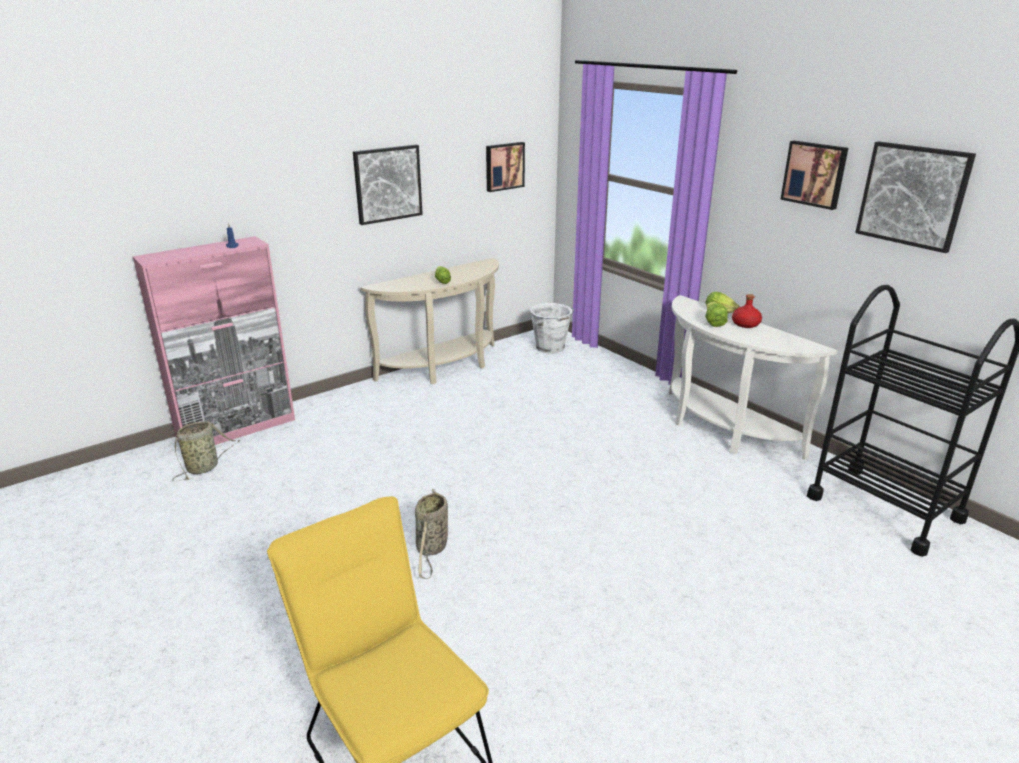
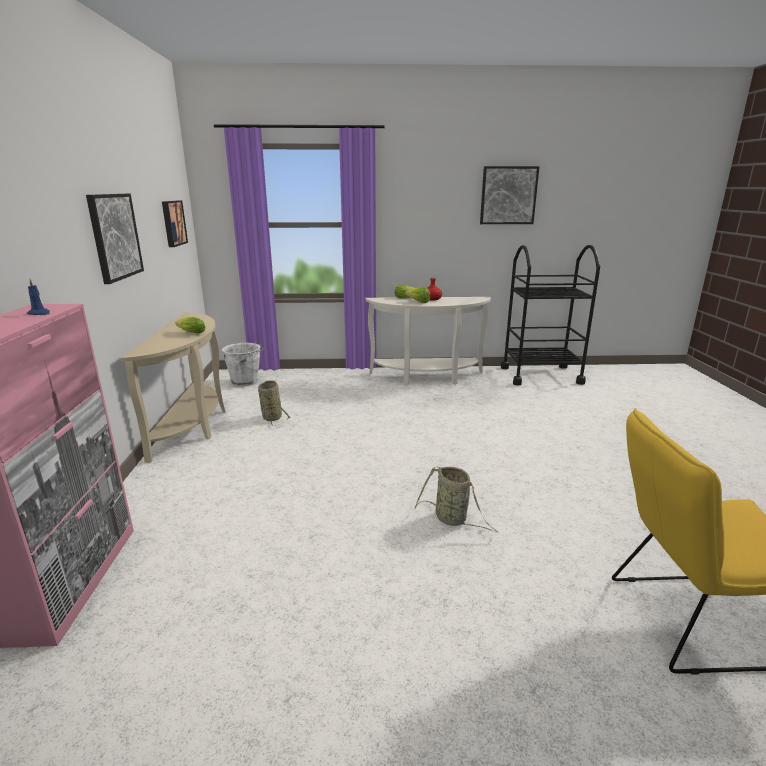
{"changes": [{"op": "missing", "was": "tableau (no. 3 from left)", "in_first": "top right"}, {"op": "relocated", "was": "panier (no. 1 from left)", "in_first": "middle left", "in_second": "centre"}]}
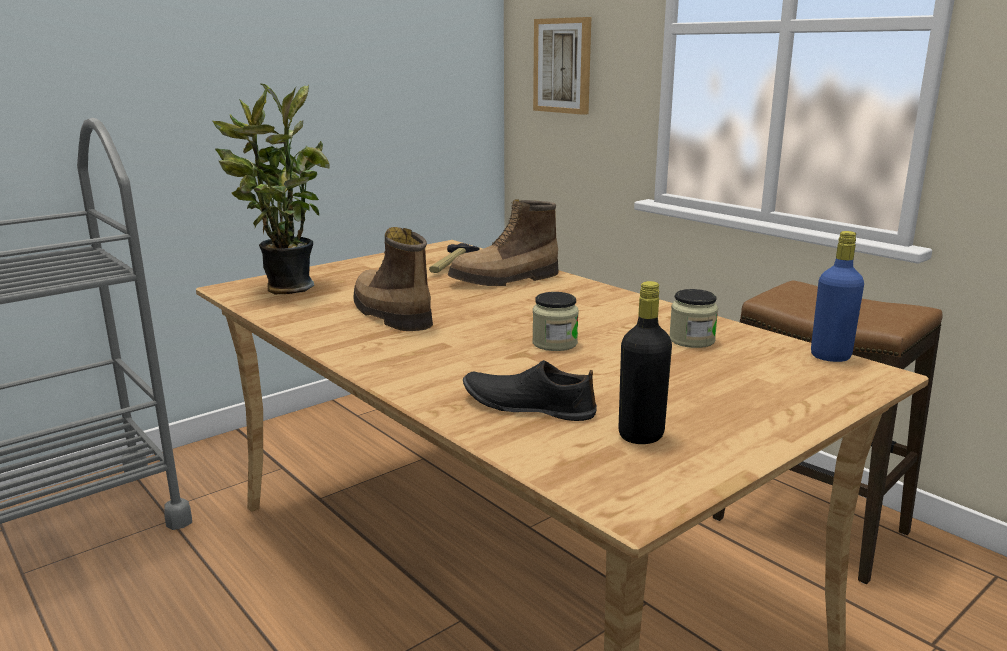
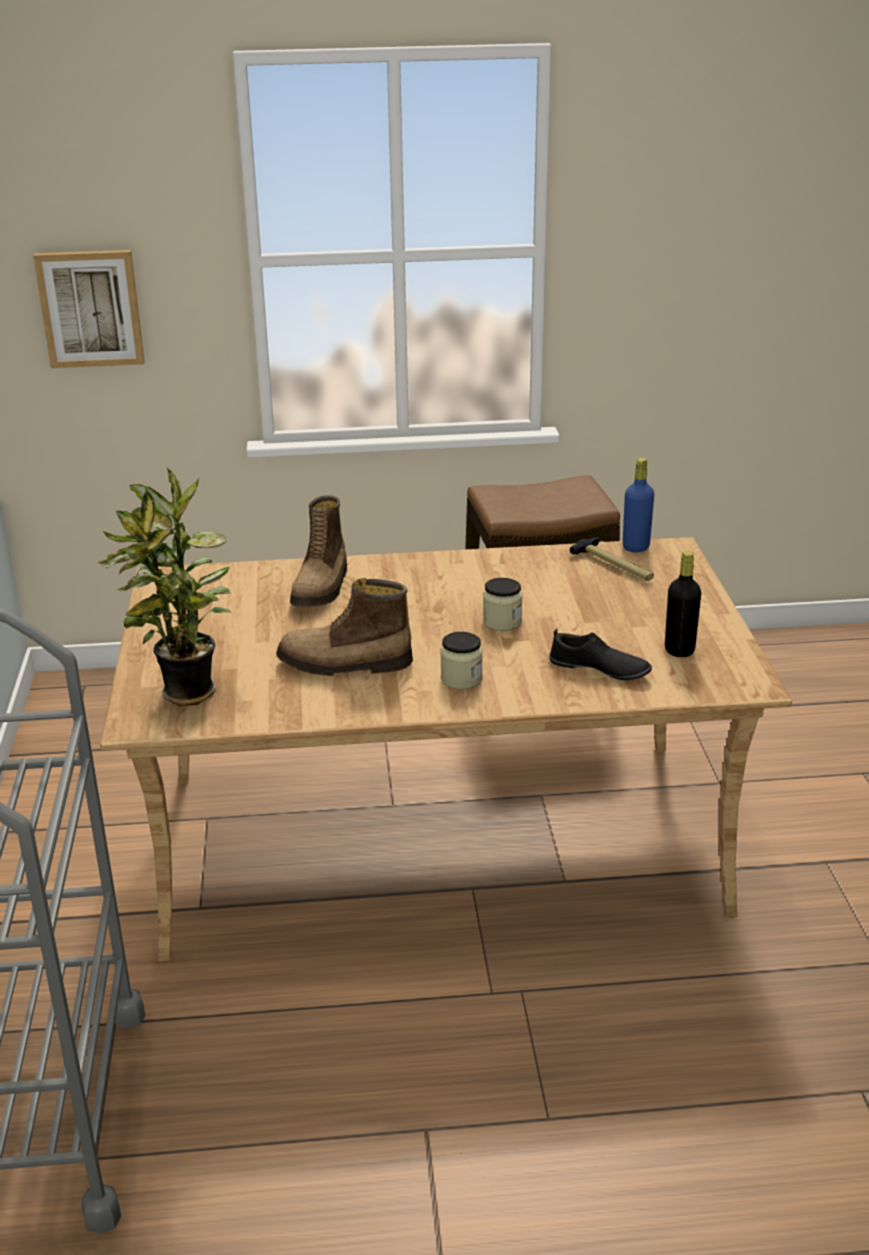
{"changes": [{"op": "relocated", "was": "marteau", "in_first": "centre", "in_second": "middle right"}, {"op": "relocated", "was": "bocal (no. 2 from left in the first image)", "now": "bocal (no. 1 from left)", "in_first": "middle right", "in_second": "centre"}, {"op": "spun", "was": "chaussure [noir]", "in_first": "centre", "in_second": "middle right", "clockwise": -120}]}
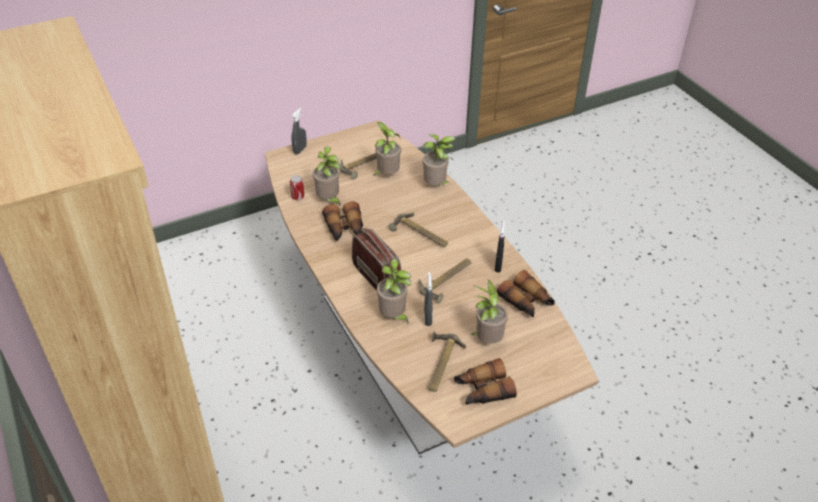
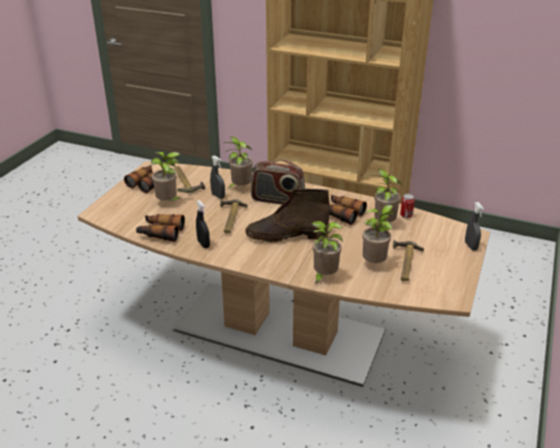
{"changes": [{"op": "exchanged", "was": "marteau (no. 2 from left)", "now": "botte [marron]", "in_first": "centre", "in_second": "centre"}]}
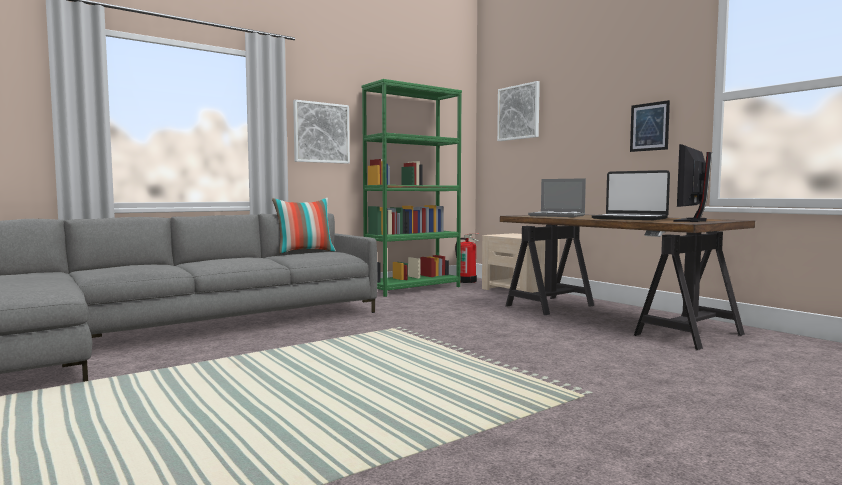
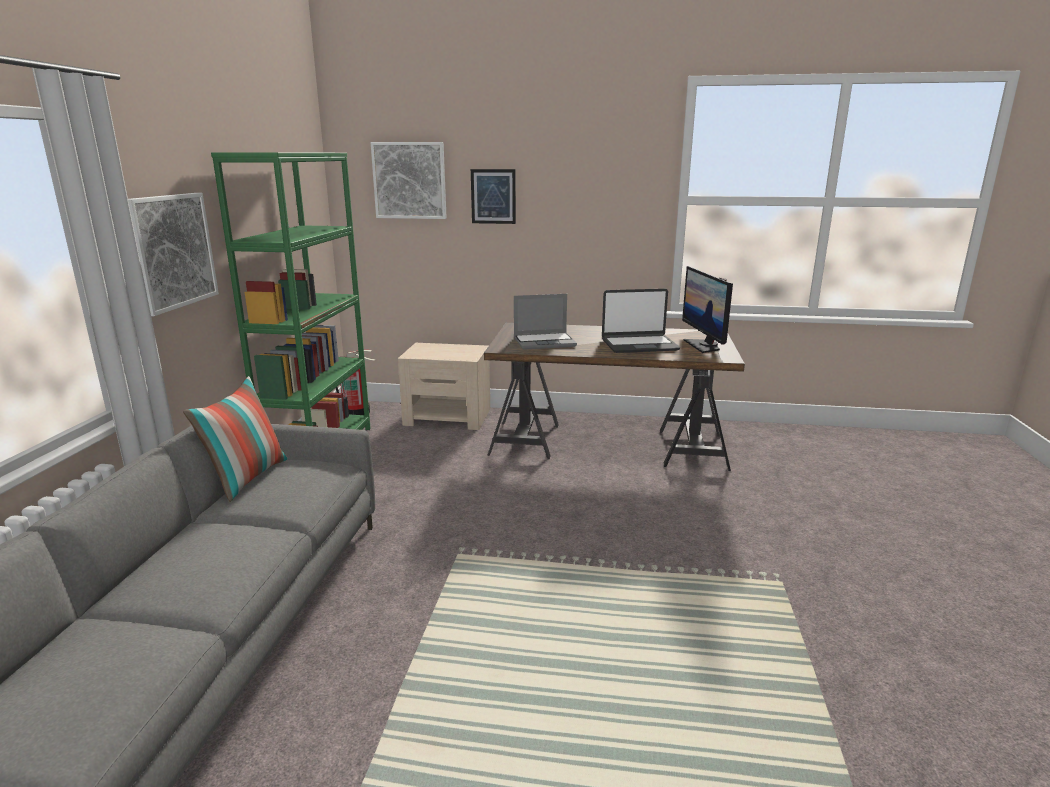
{"changes": [{"op": "relocated", "was": "tableau (no. 3 from left)", "in_first": "top right", "in_second": "top centre"}]}
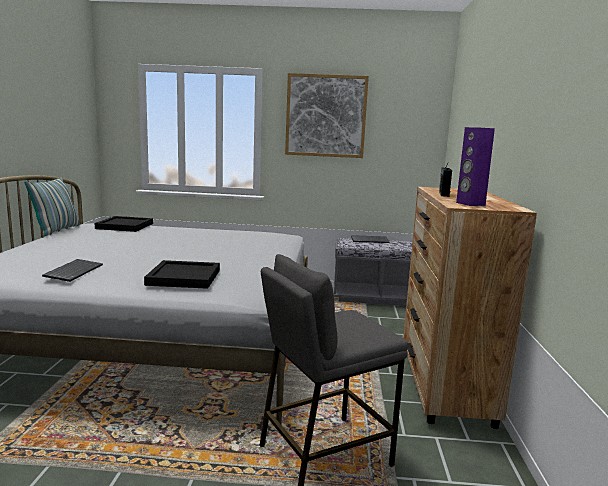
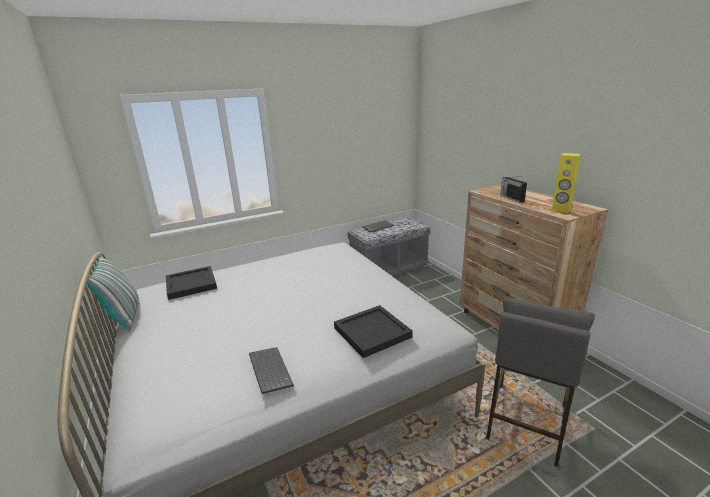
{"changes": [{"op": "missing", "was": "tableau", "in_first": "top centre"}, {"op": "colour", "was": "enceinte [violet]", "now": "enceinte [jaune]", "in_first": "middle right", "in_second": "middle right"}]}
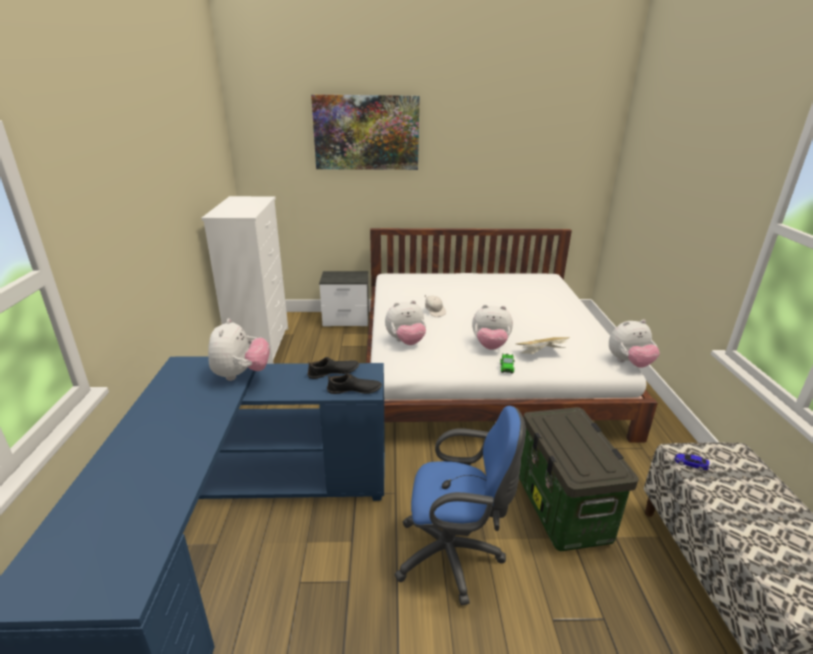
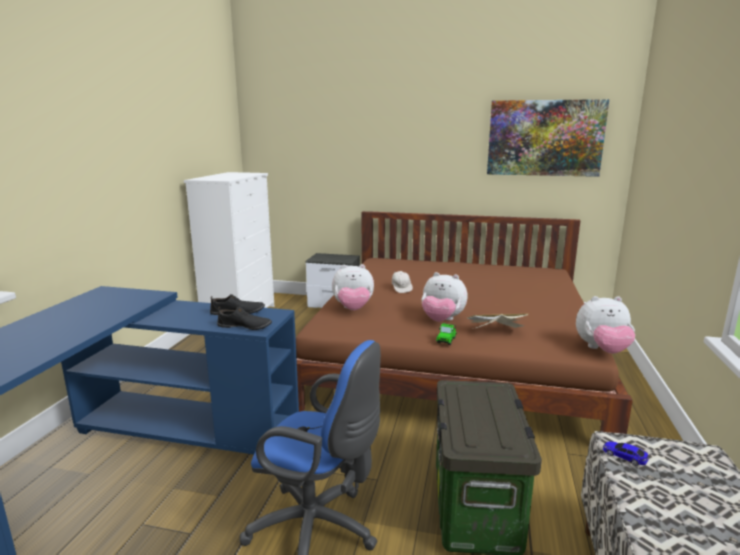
{"changes": [{"op": "missing", "was": "peluche (no. 1 from left)", "in_first": "middle left"}, {"op": "relocated", "was": "tableau", "in_first": "top centre", "in_second": "top right"}, {"op": "colour", "was": "lit [blanc]", "now": "lit [marron]", "in_first": "centre", "in_second": "centre"}]}
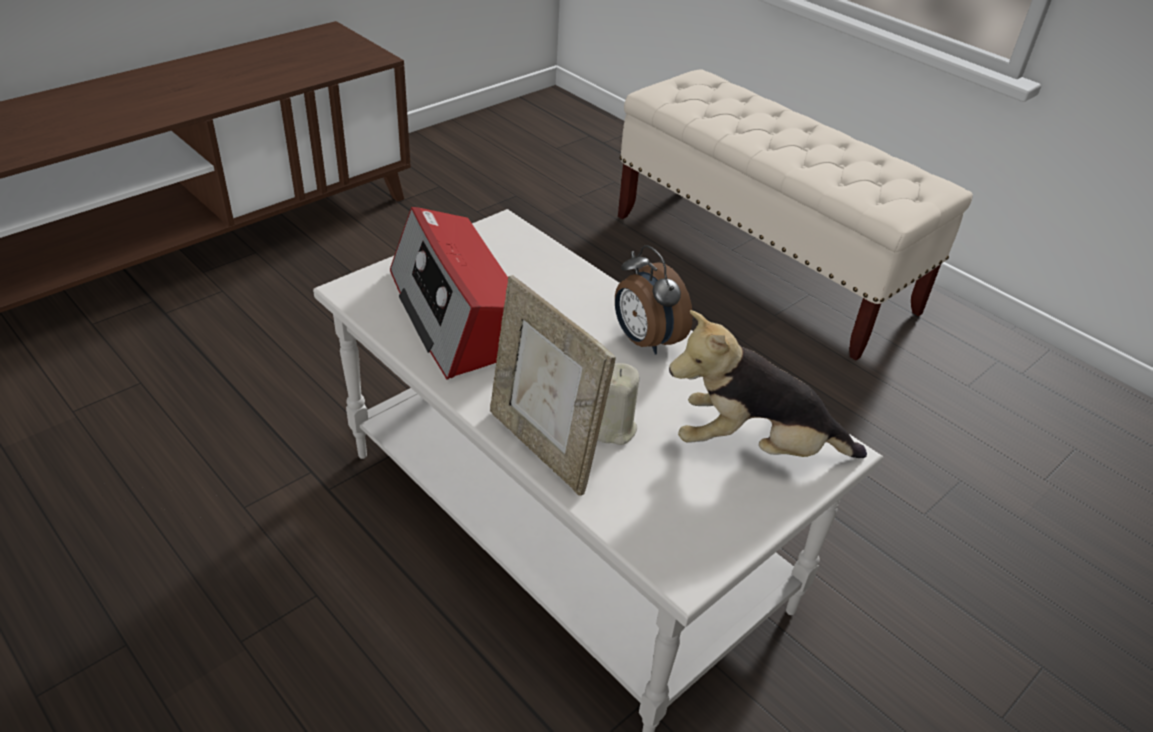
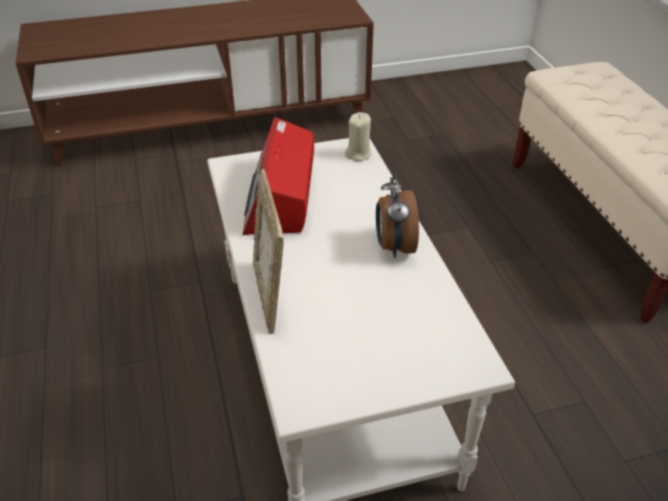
{"changes": [{"op": "missing", "was": "peluche", "in_first": "centre"}, {"op": "relocated", "was": "bougie [beige]", "in_first": "centre", "in_second": "top centre"}]}
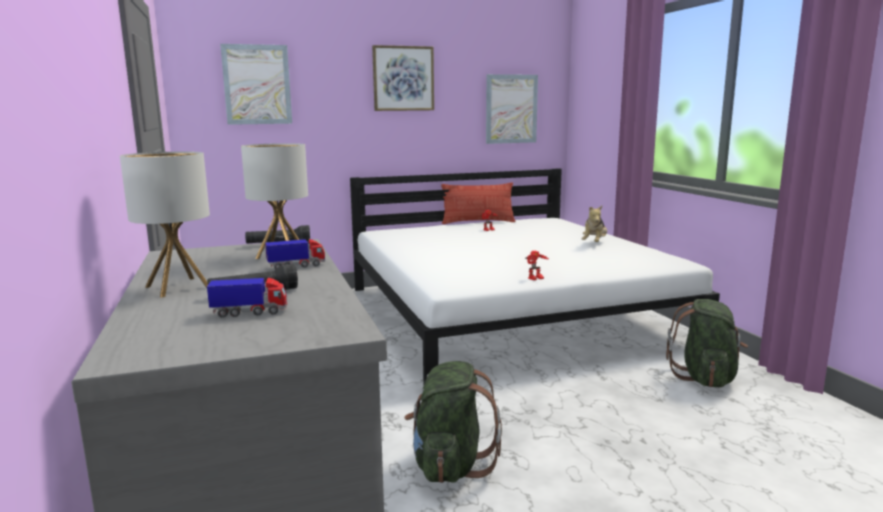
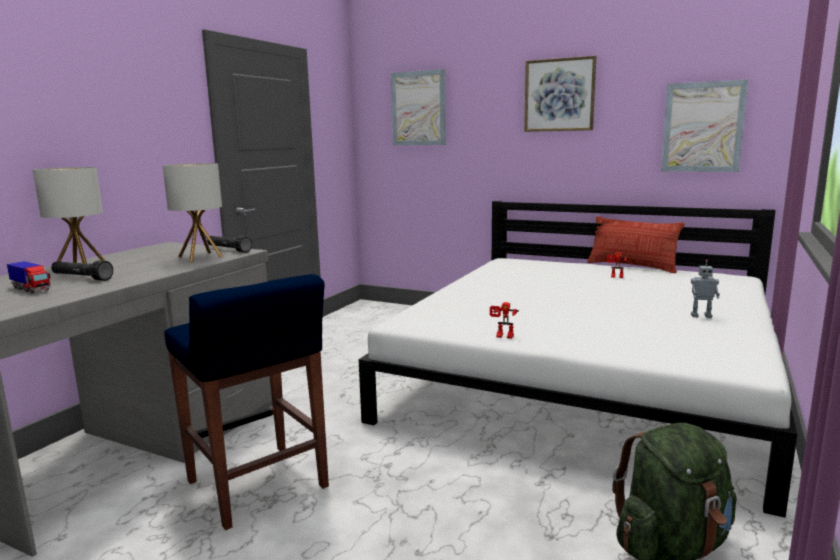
{"changes": [{"op": "missing", "was": "camion jouet (no. 2 from left)", "in_first": "centre"}, {"op": "exchanged", "was": "sac à dos [vert] (no. 1 from left)", "now": "tabouret [bleu]", "in_first": "bottom centre", "in_second": "bottom left"}, {"op": "exchanged", "was": "peluche", "now": "robot jouet (no. 3 from left)", "in_first": "middle right", "in_second": "middle right"}]}
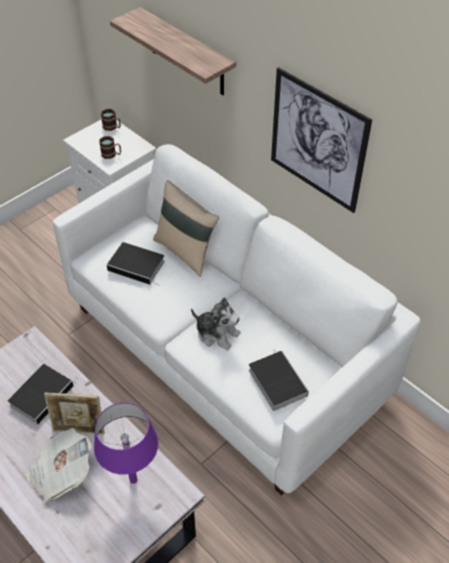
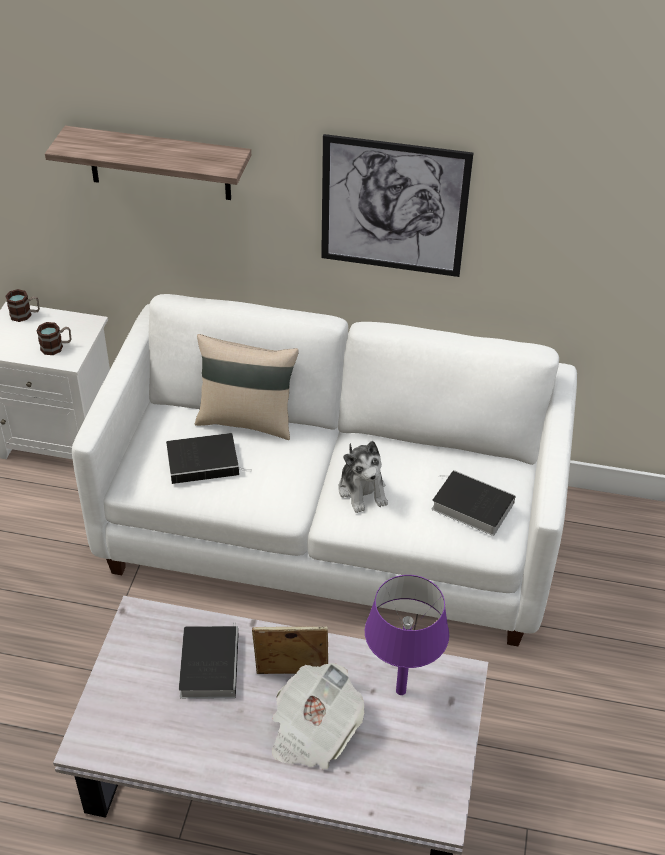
{"changes": [{"op": "spun", "was": "cadre photo", "in_first": "bottom left", "in_second": "bottom centre", "clockwise": -150}, {"op": "spun", "was": "peluche", "in_first": "centre", "in_second": "centre", "clockwise": 75}]}
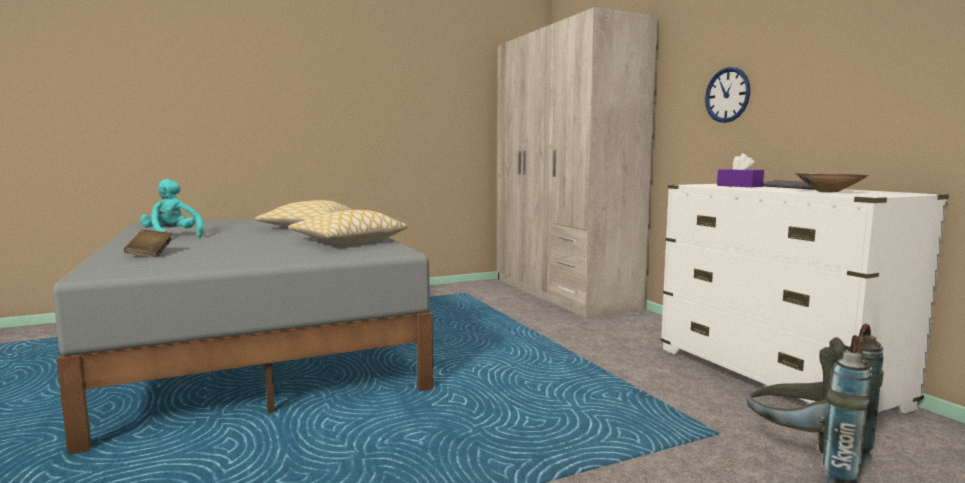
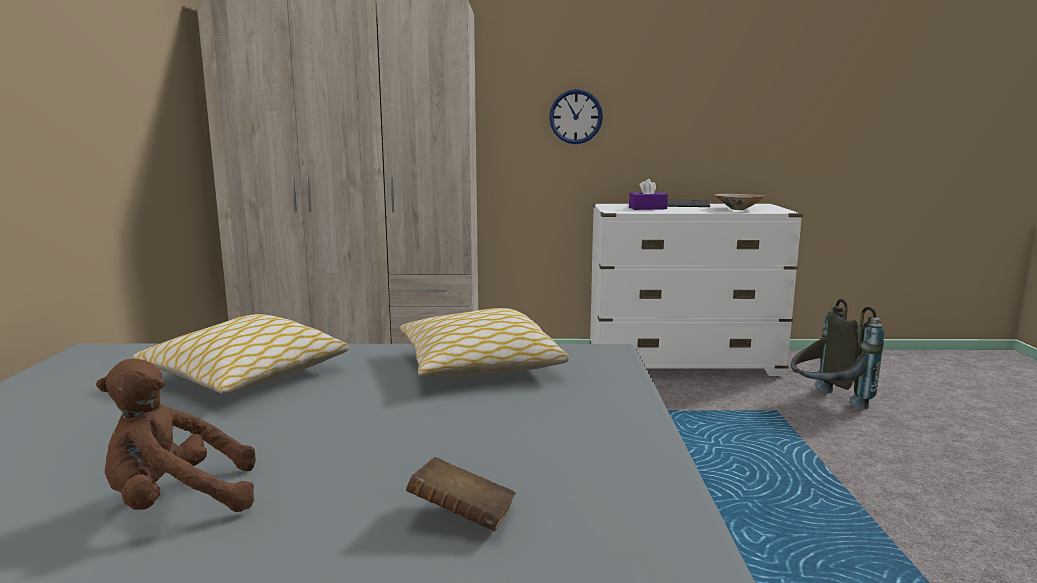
{"changes": [{"op": "colour", "was": "peluche [turquoise]", "now": "peluche [marron]", "in_first": "middle left", "in_second": "bottom left"}]}
